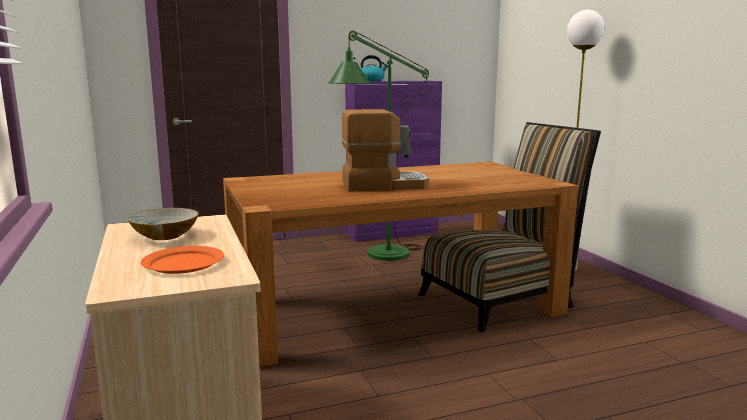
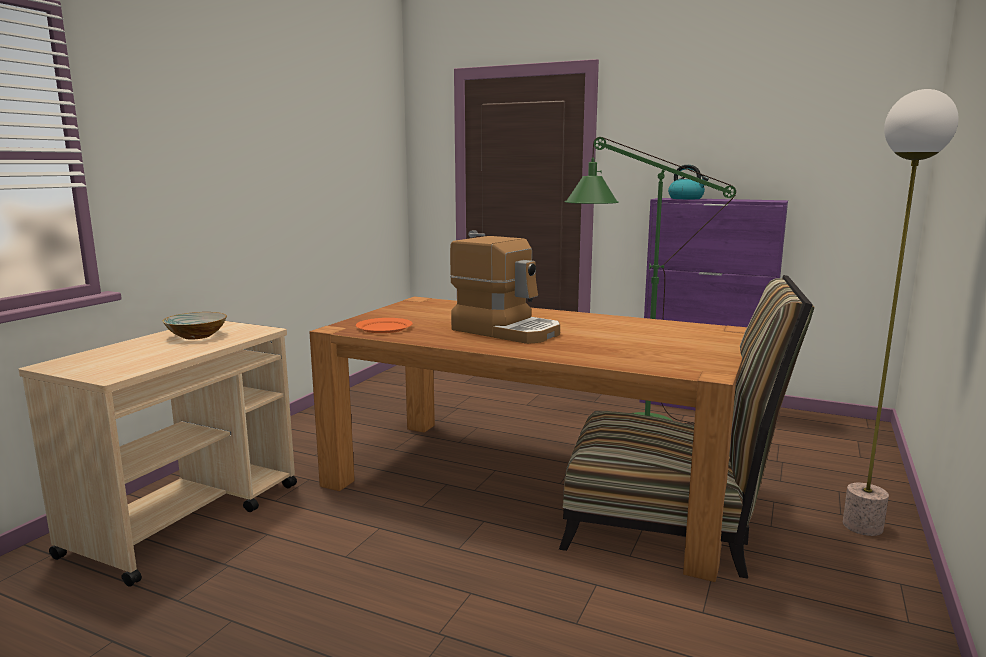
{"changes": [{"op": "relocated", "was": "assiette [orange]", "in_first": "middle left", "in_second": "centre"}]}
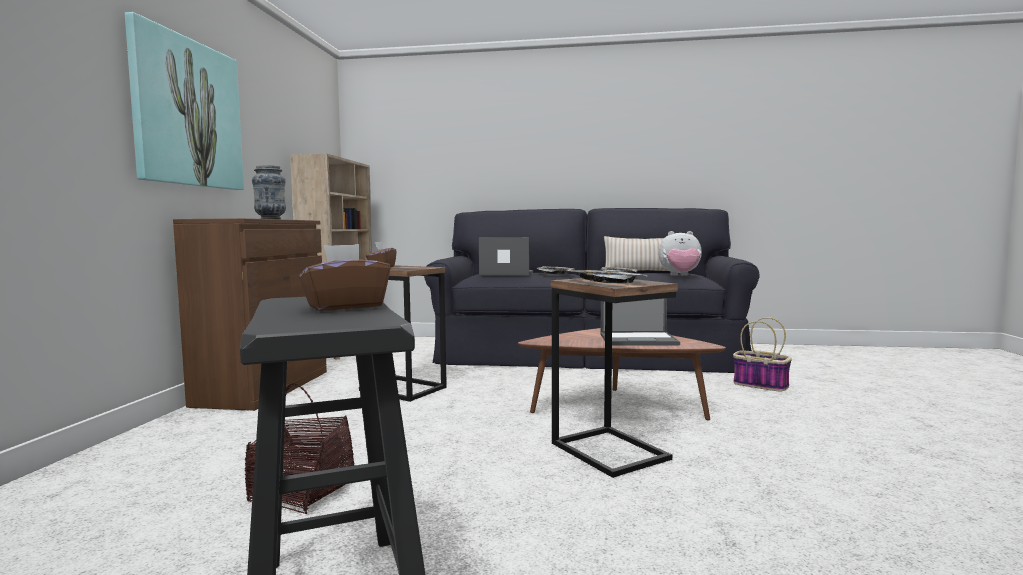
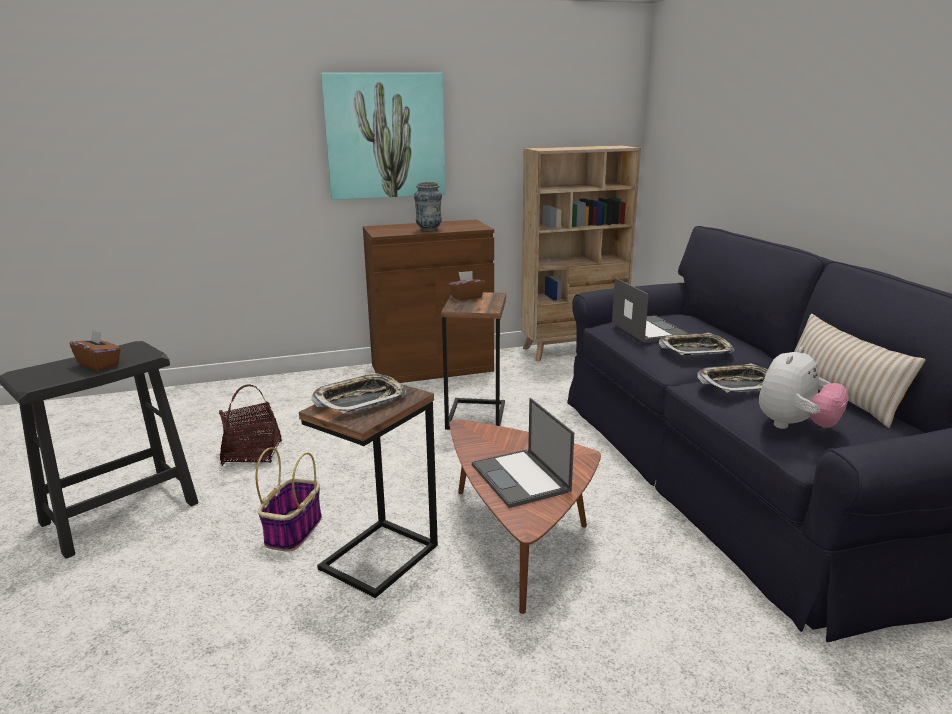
{"changes": [{"op": "relocated", "was": "panier (no. 2 from left)", "in_first": "middle right", "in_second": "bottom left"}, {"op": "spun", "was": "peluche", "in_first": "centre", "in_second": "middle right", "clockwise": -120}]}
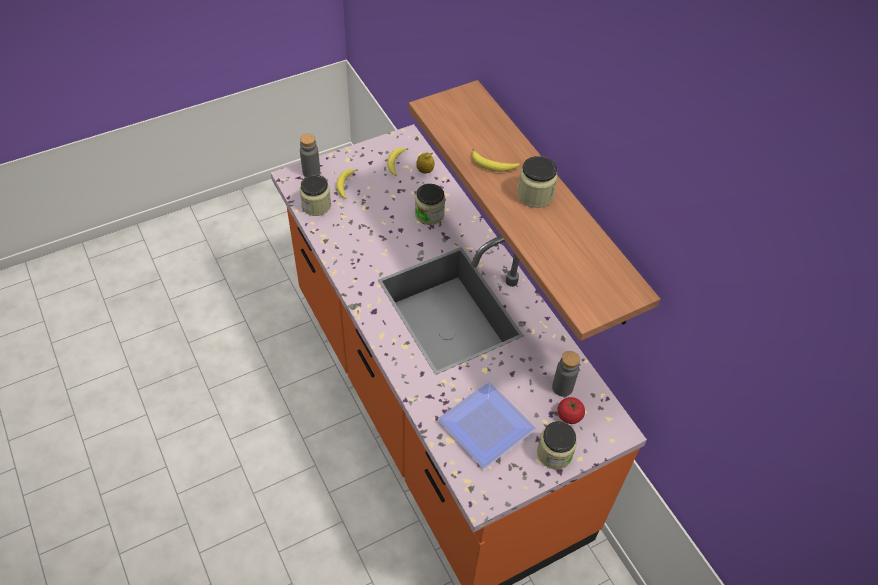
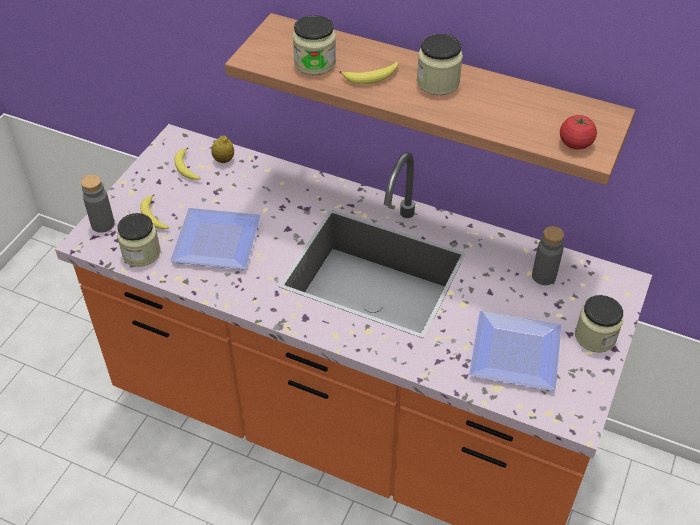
{"changes": [{"op": "appeared", "now": "assiette (no. 1 from left)", "in_second": "middle left"}, {"op": "relocated", "was": "bocal (no. 2 from left)", "in_first": "centre", "in_second": "top centre"}, {"op": "relocated", "was": "tomate", "in_first": "bottom centre", "in_second": "top right"}]}
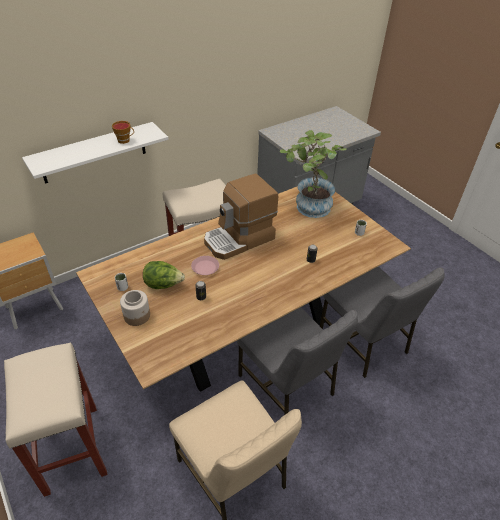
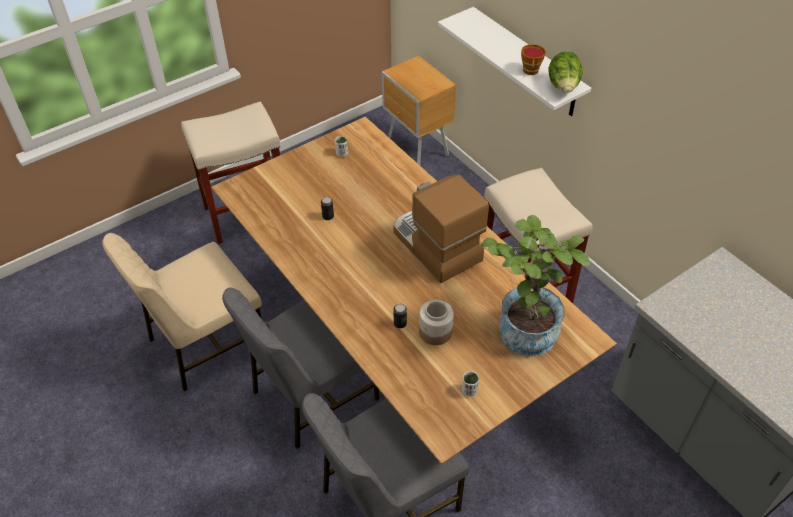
{"changes": [{"op": "missing", "was": "assiette [rose]", "in_first": "centre"}, {"op": "relocated", "was": "bocal", "in_first": "middle left", "in_second": "centre"}, {"op": "relocated", "was": "laitue", "in_first": "middle left", "in_second": "top right"}]}
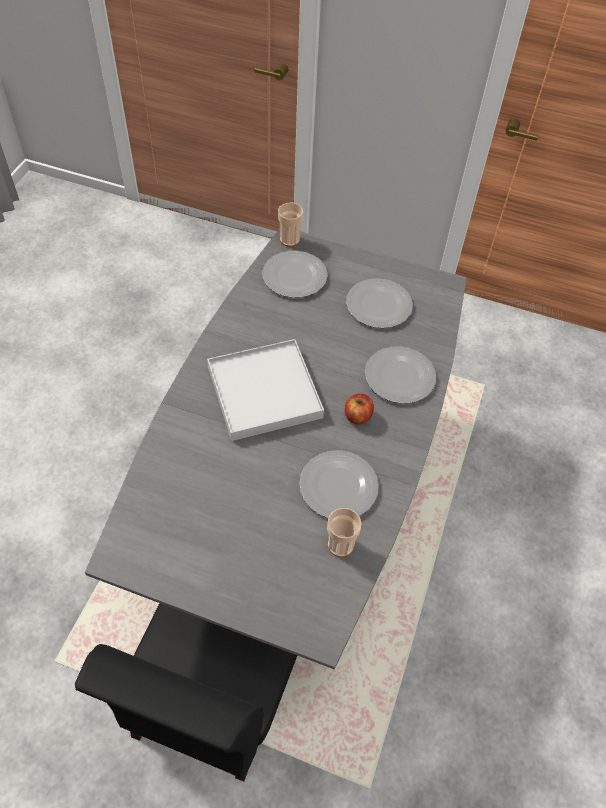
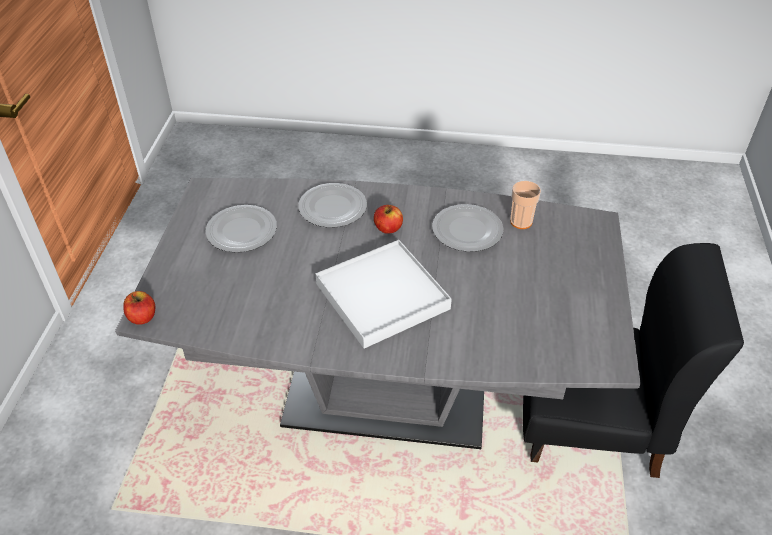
{"changes": [{"op": "missing", "was": "assiette (no. 1 from left)", "in_first": "centre"}, {"op": "exchanged", "was": "tasse (no. 1 from left)", "now": "pomme (no. 1 from left)", "in_first": "top centre", "in_second": "middle left"}]}
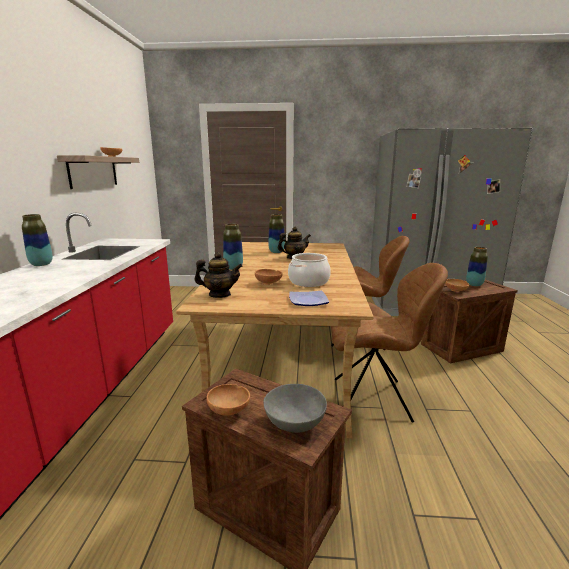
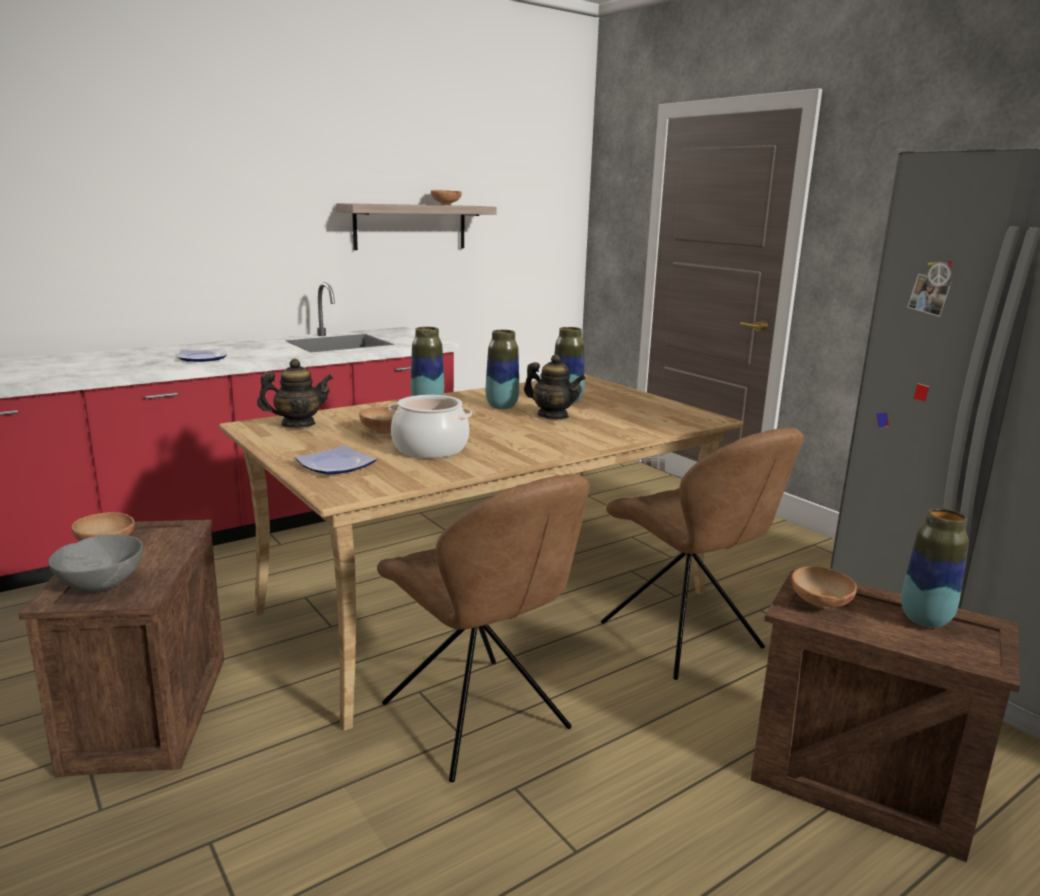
{"changes": [{"op": "appeared", "now": "assiette (no. 1 from left)", "in_second": "middle left"}, {"op": "relocated", "was": "vase (no. 1 from left in the first image)", "now": "vase (no. 2 from left)", "in_first": "middle left", "in_second": "centre"}, {"op": "spun", "was": "théière (no. 1 from left)", "in_first": "centre", "in_second": "middle left", "clockwise": -75}]}
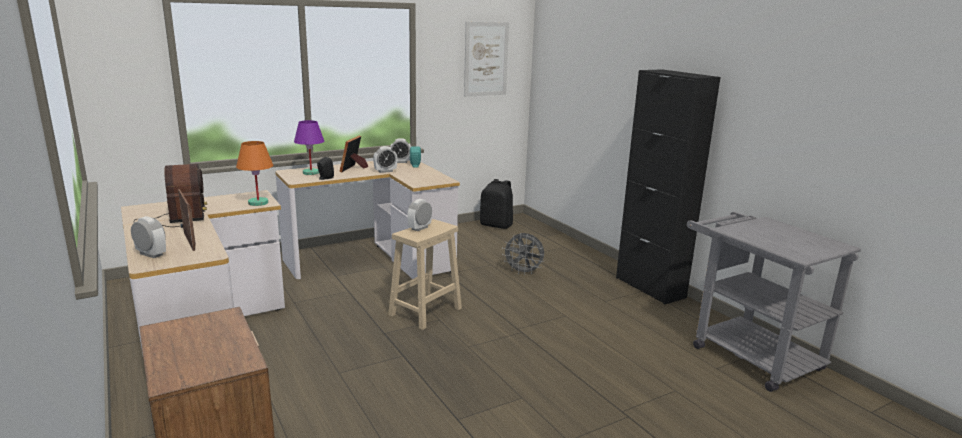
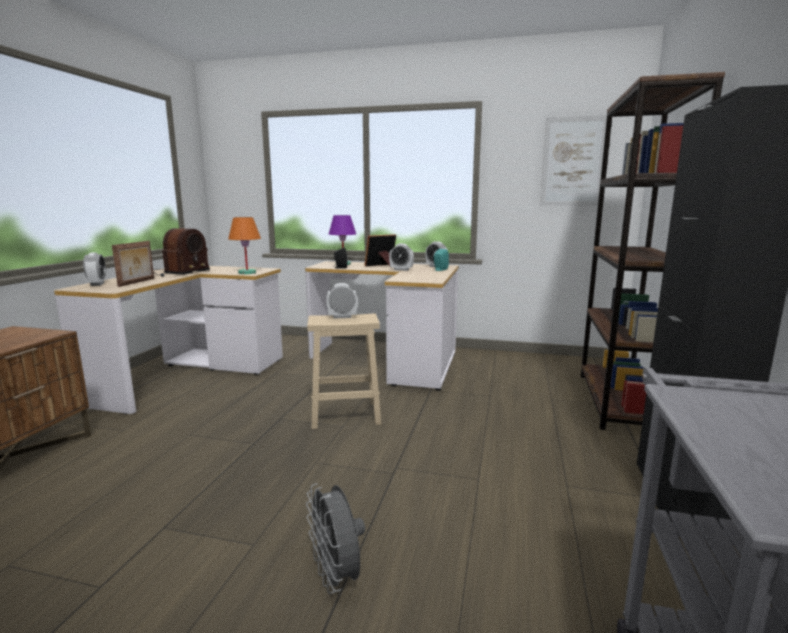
{"changes": [{"op": "missing", "was": "sac à dos [noir]", "in_first": "centre"}, {"op": "appeared", "now": "bibliothèque [marron]", "in_second": "middle right"}, {"op": "relocated", "was": "ventilateur [gris]", "in_first": "centre", "in_second": "bottom centre"}]}
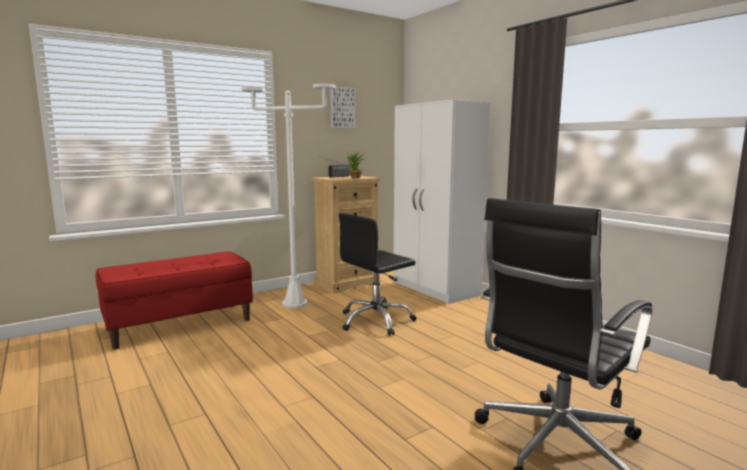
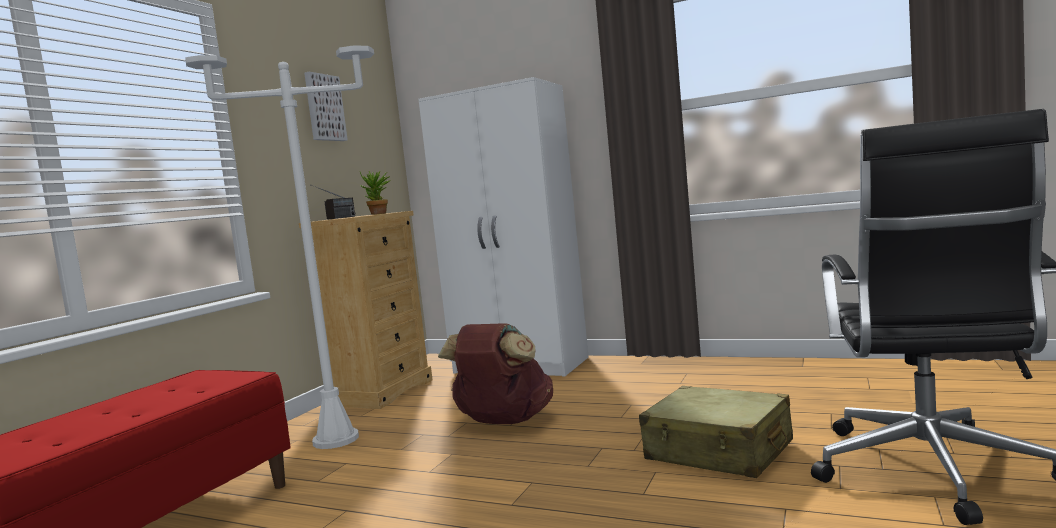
{"changes": [{"op": "appeared", "now": "valise [beige]", "in_second": "bottom right"}, {"op": "exchanged", "was": "chaise de bureau [noir] (no. 1 from left)", "now": "sac à dos [marron]", "in_first": "centre", "in_second": "bottom centre"}]}
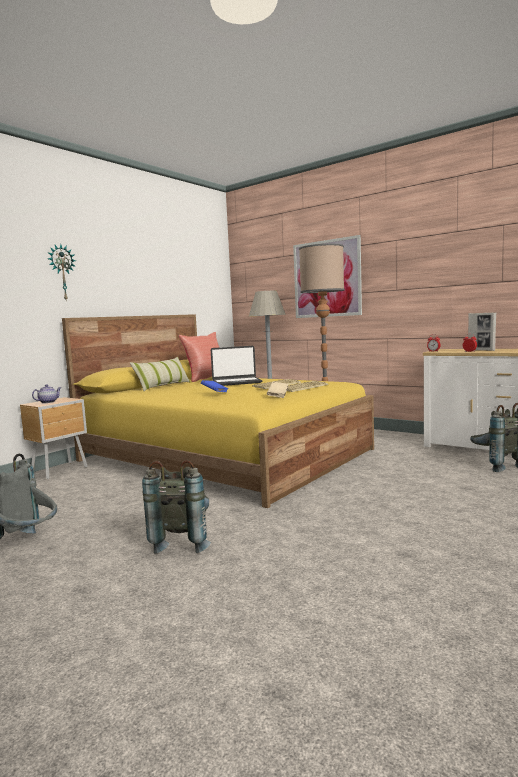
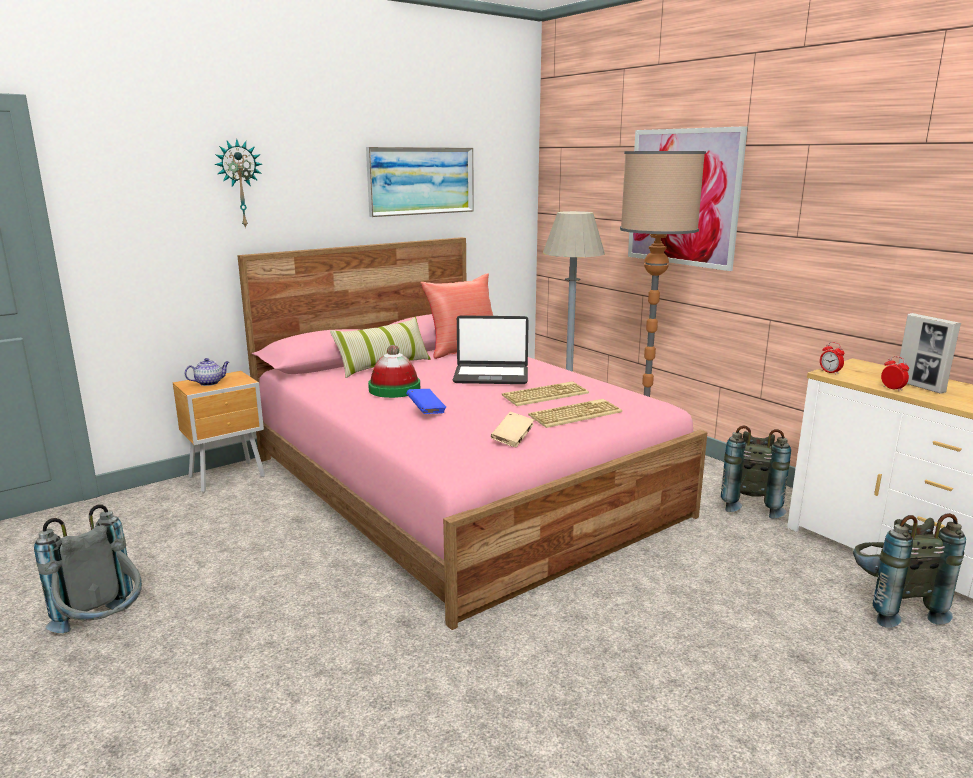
{"changes": [{"op": "appeared", "now": "tableau (no. 1 from left)", "in_second": "top centre"}, {"op": "appeared", "now": "chapeau", "in_second": "centre"}, {"op": "relocated", "was": "sac à dos [gris] (no. 2 from left)", "in_first": "centre", "in_second": "middle right"}, {"op": "colour", "was": "lit [jaune]", "now": "lit [rose]", "in_first": "centre", "in_second": "centre"}]}
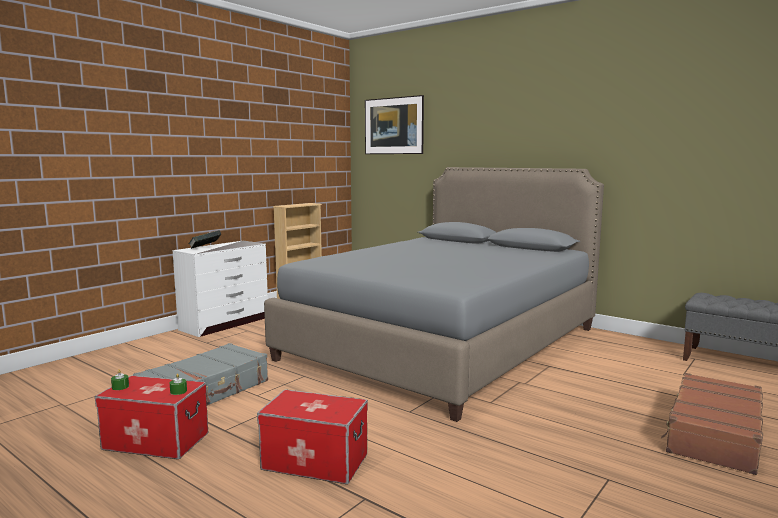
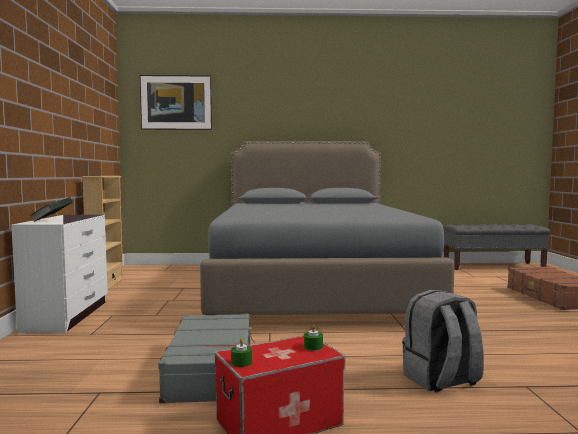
{"changes": [{"op": "exchanged", "was": "boîte de rangement (no. 2 from left)", "now": "sac à dos [gris]", "in_first": "bottom centre", "in_second": "bottom right"}]}
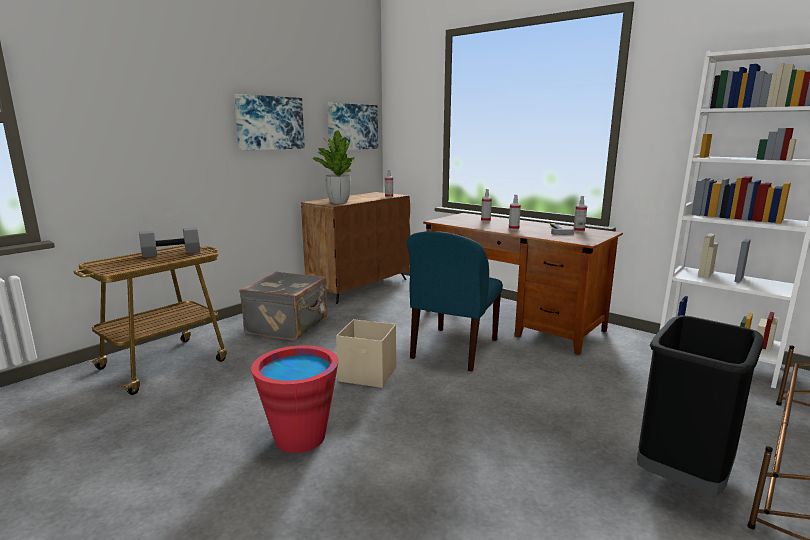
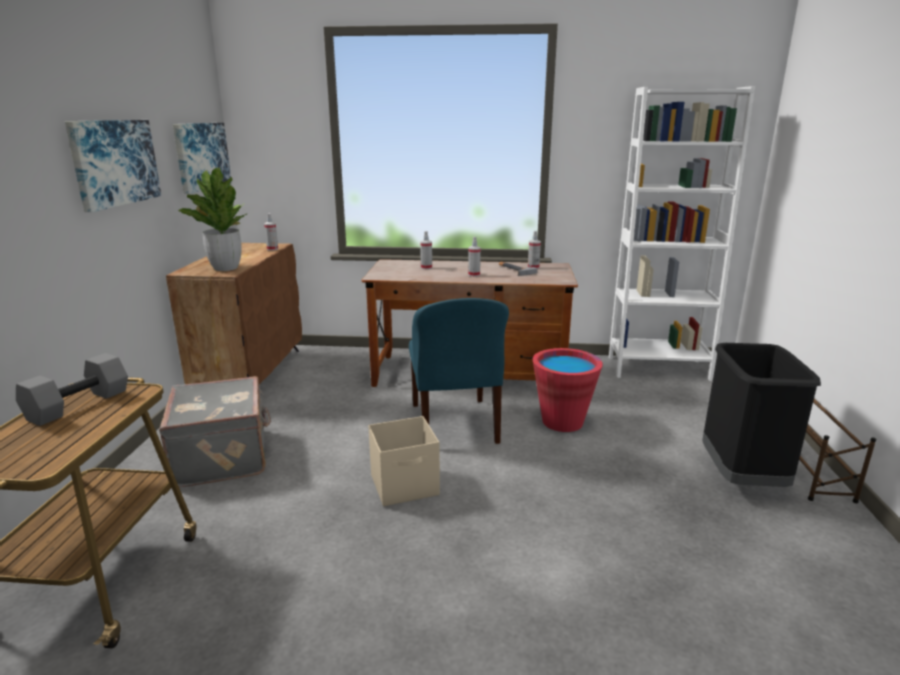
{"changes": [{"op": "relocated", "was": "seau [rouge]", "in_first": "bottom centre", "in_second": "centre"}]}
